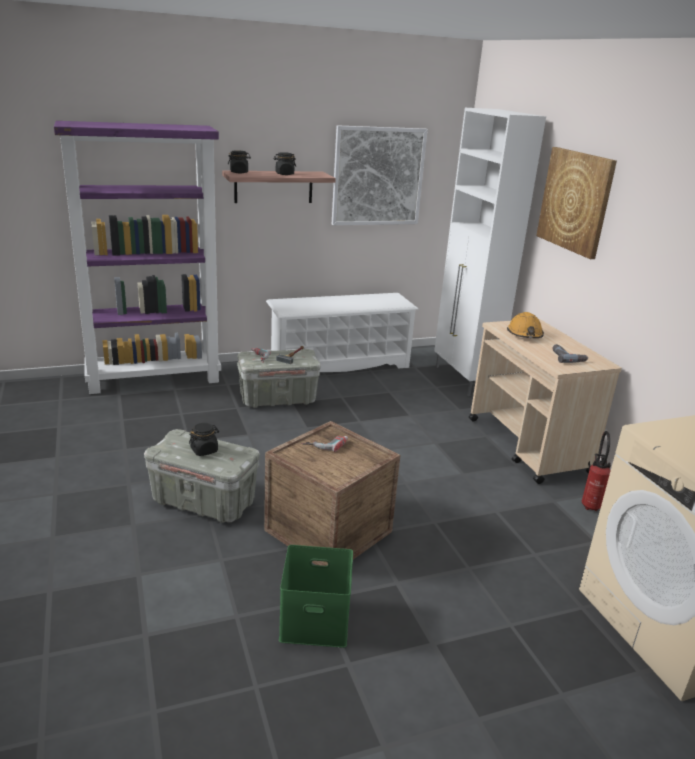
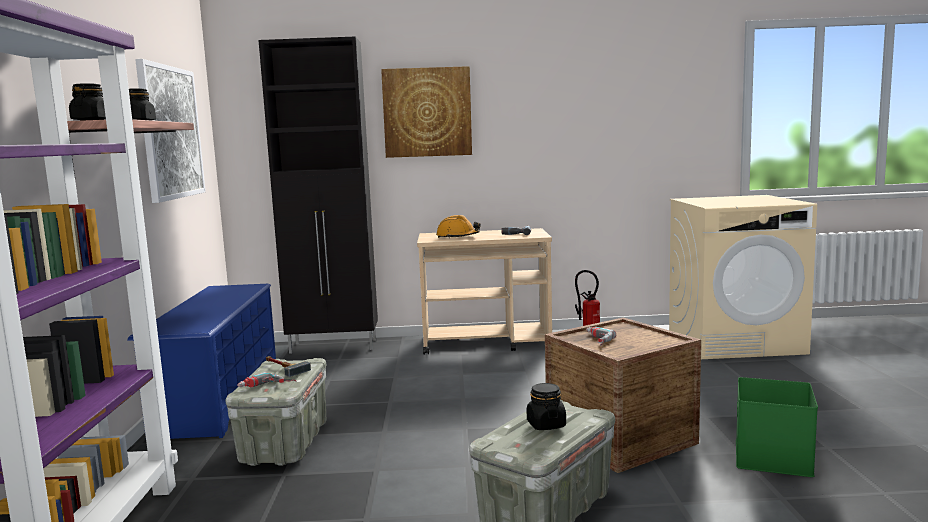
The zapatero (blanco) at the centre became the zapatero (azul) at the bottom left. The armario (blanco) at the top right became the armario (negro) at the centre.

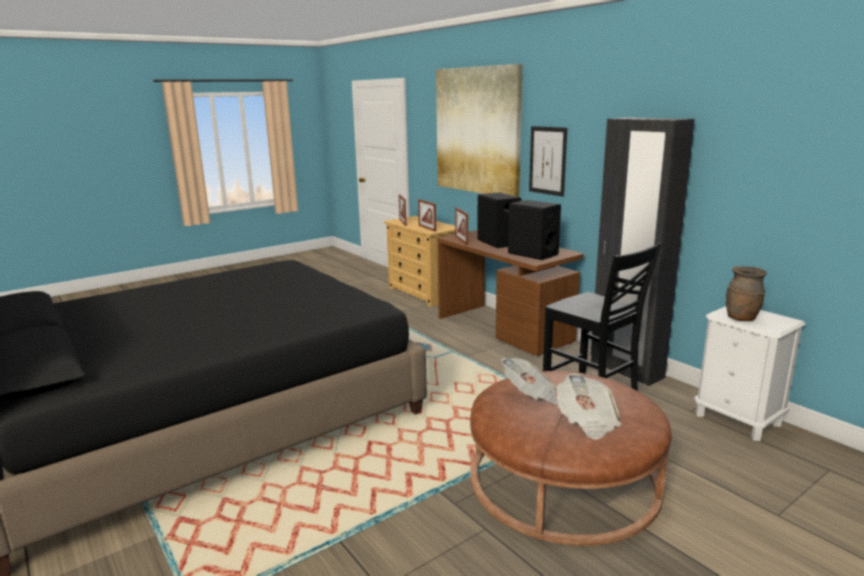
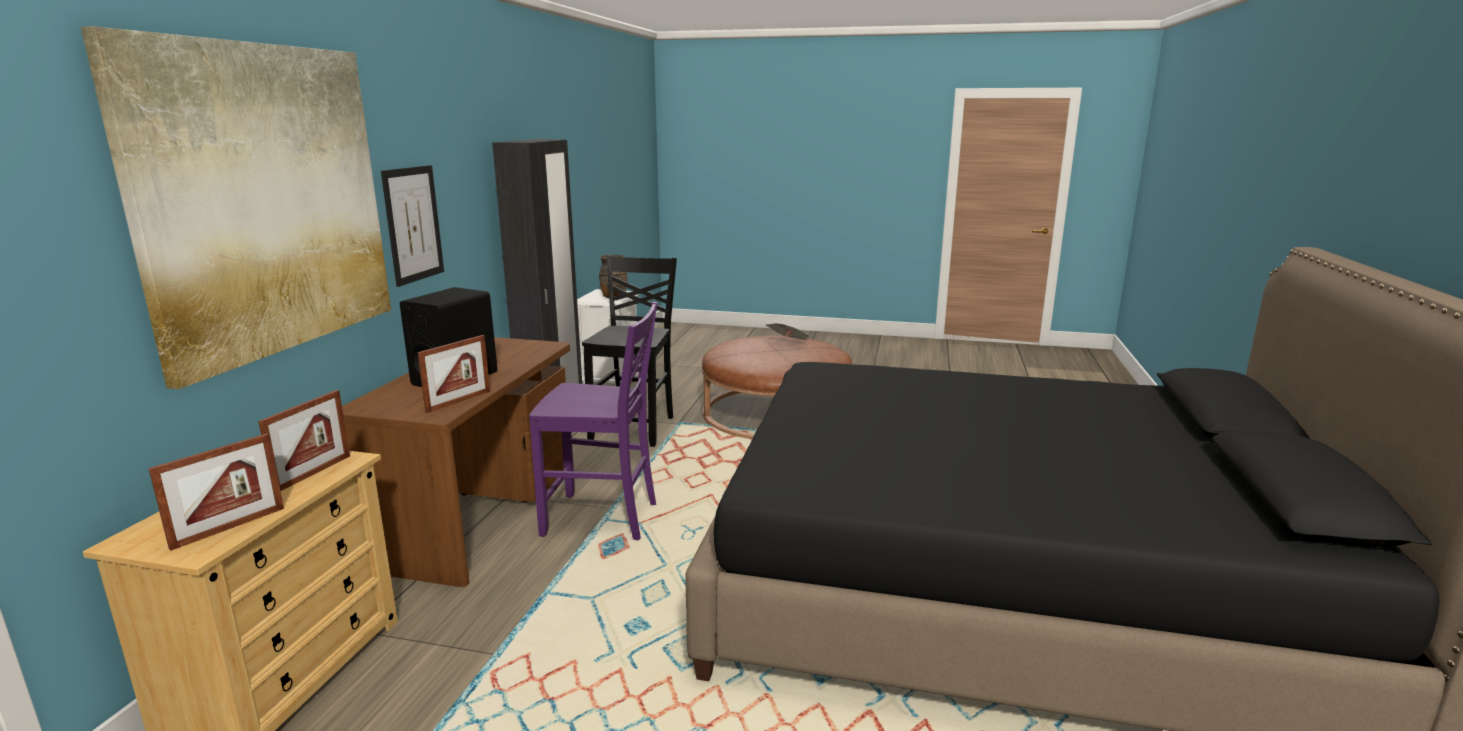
The silla (morado) at the centre appeared. The periódico (1st from left) at the centre disappeared. The altavoz (negro) (2nd from left) at the centre disappeared.

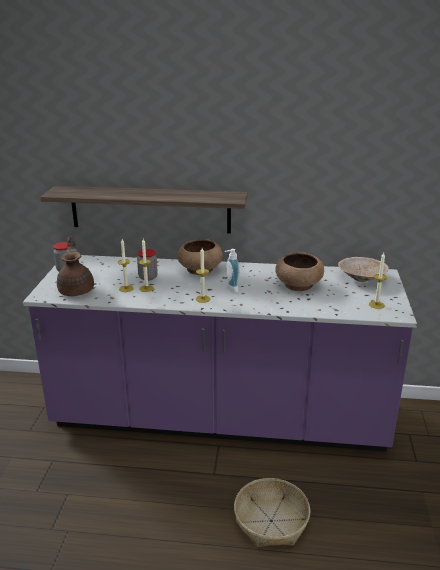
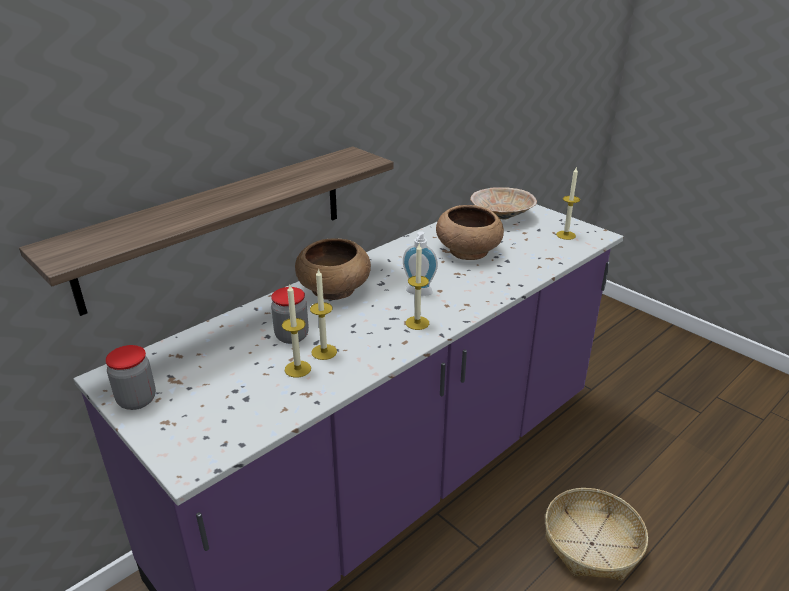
The tetera (marrón) at the middle left disappeared.

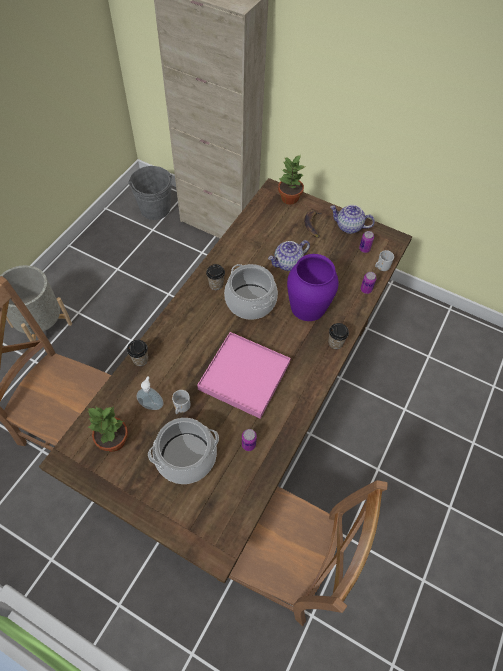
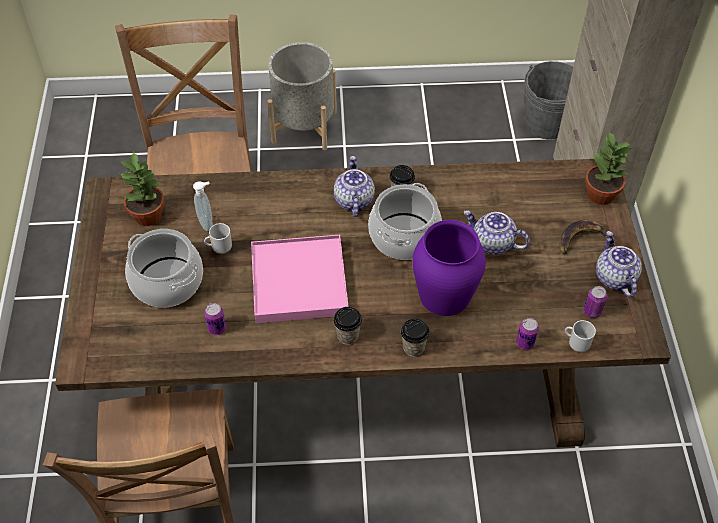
The taza (1st from left) moved from the middle left to the centre. The tetera (1st from left) at the centre appeared.

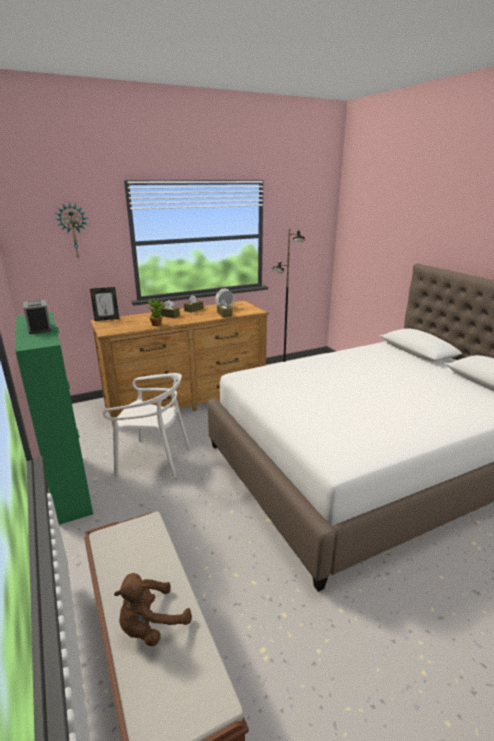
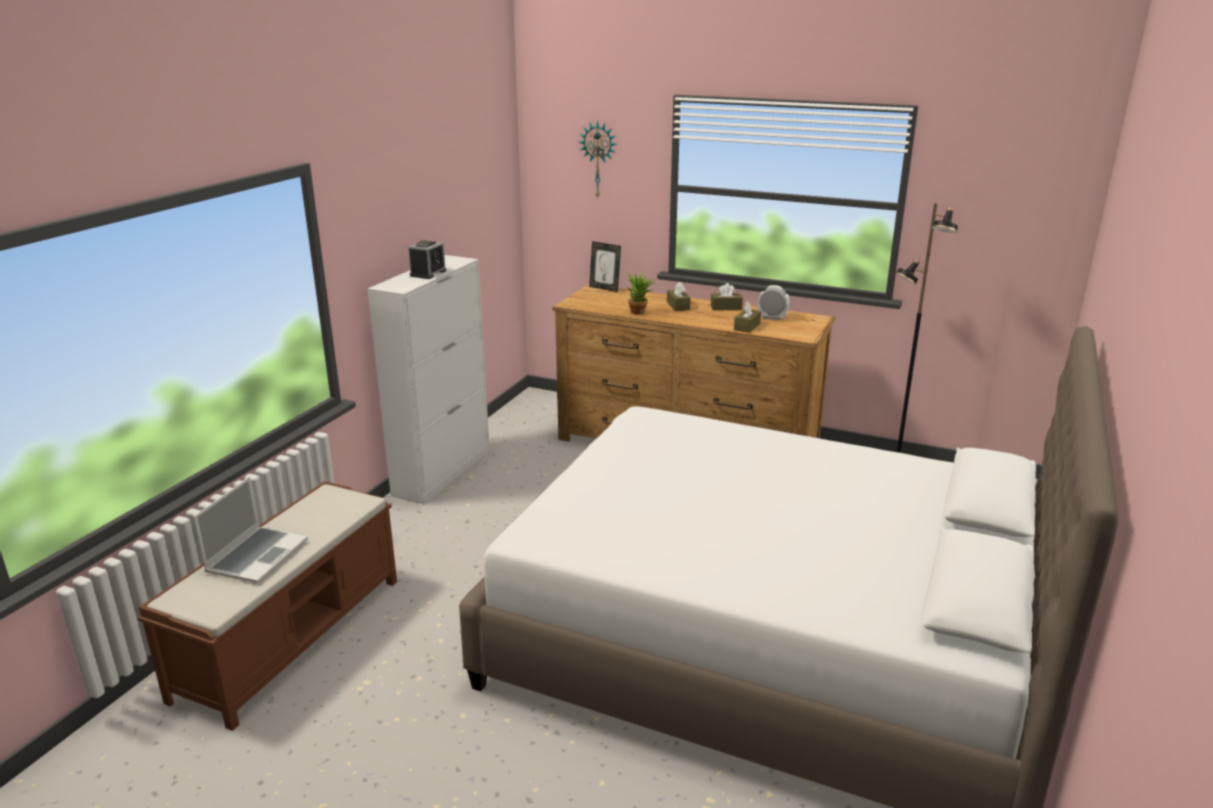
The peluche (marrón) at the bottom left was replaced by the portátil at the middle left. The armario (verde) at the middle left became the armario (blanco) at the centre. The silla (blanco) at the middle left disappeared.

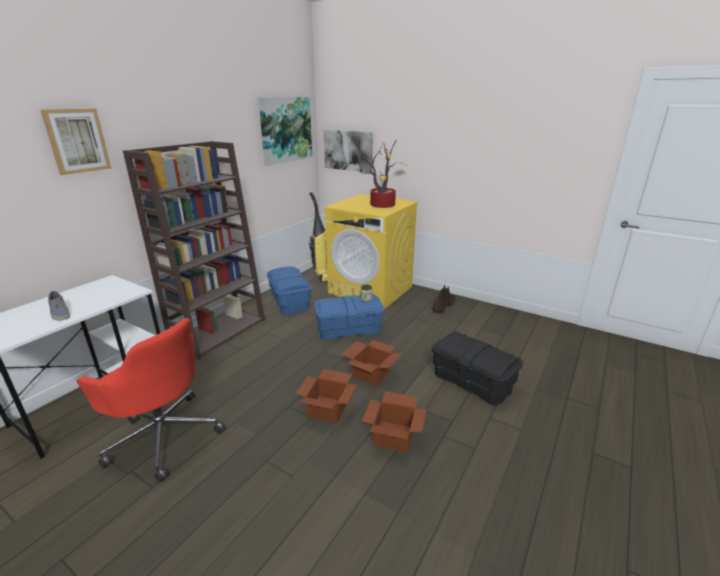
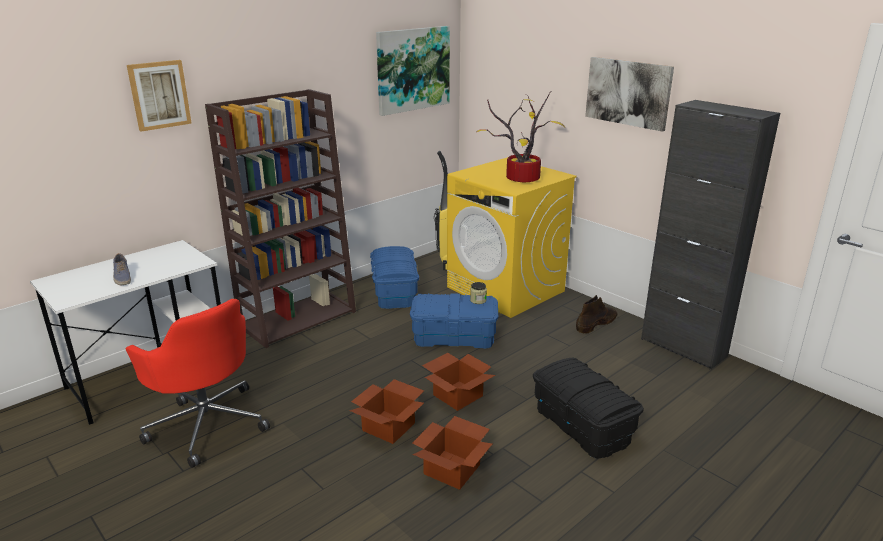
The cuadro (3rd from left) moved from the top centre to the top right. The armario (negro) at the middle right appeared.

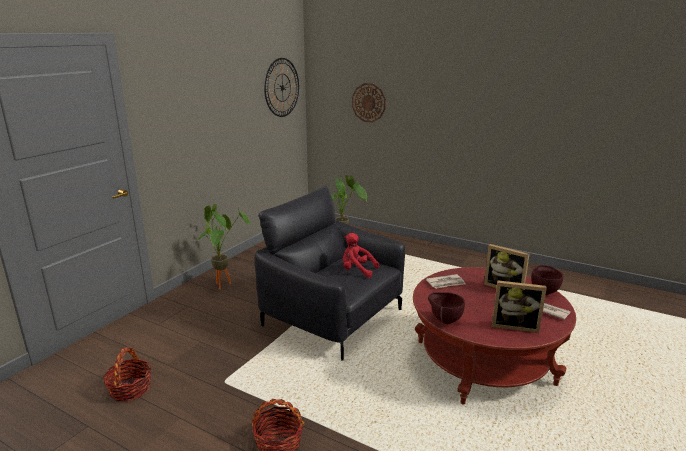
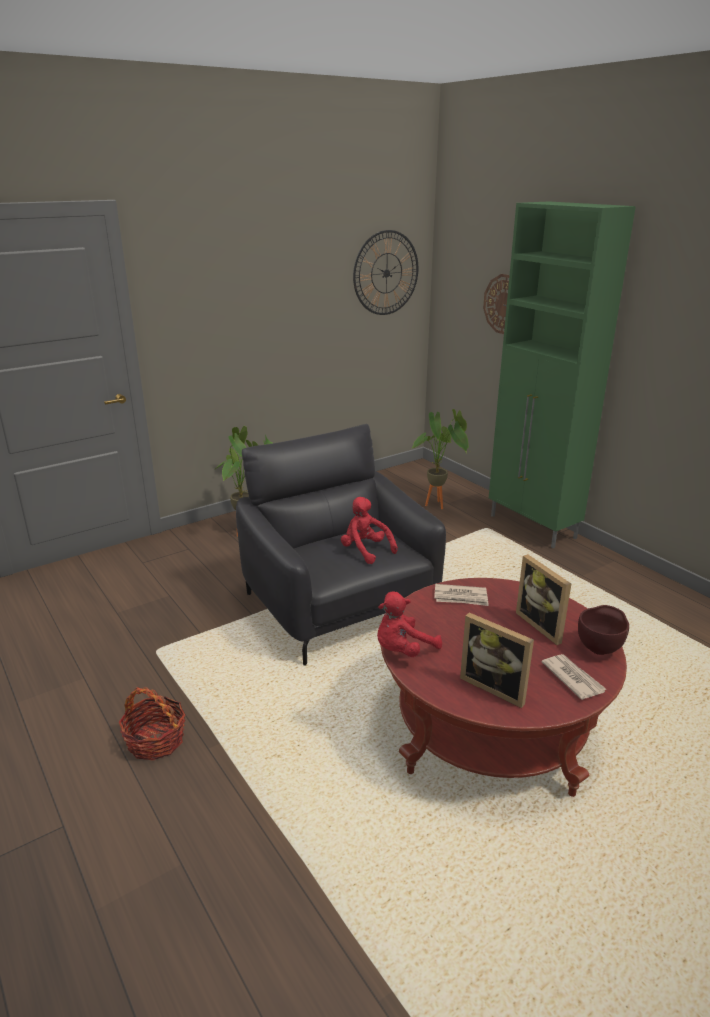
The cuenco (marrón) (1st from left) at the bottom centre was replaced by the peluche (rojo) (2nd from left) at the centre. The armario (verde) at the middle right appeared. The cesta (1st from left) at the bottom left disappeared.

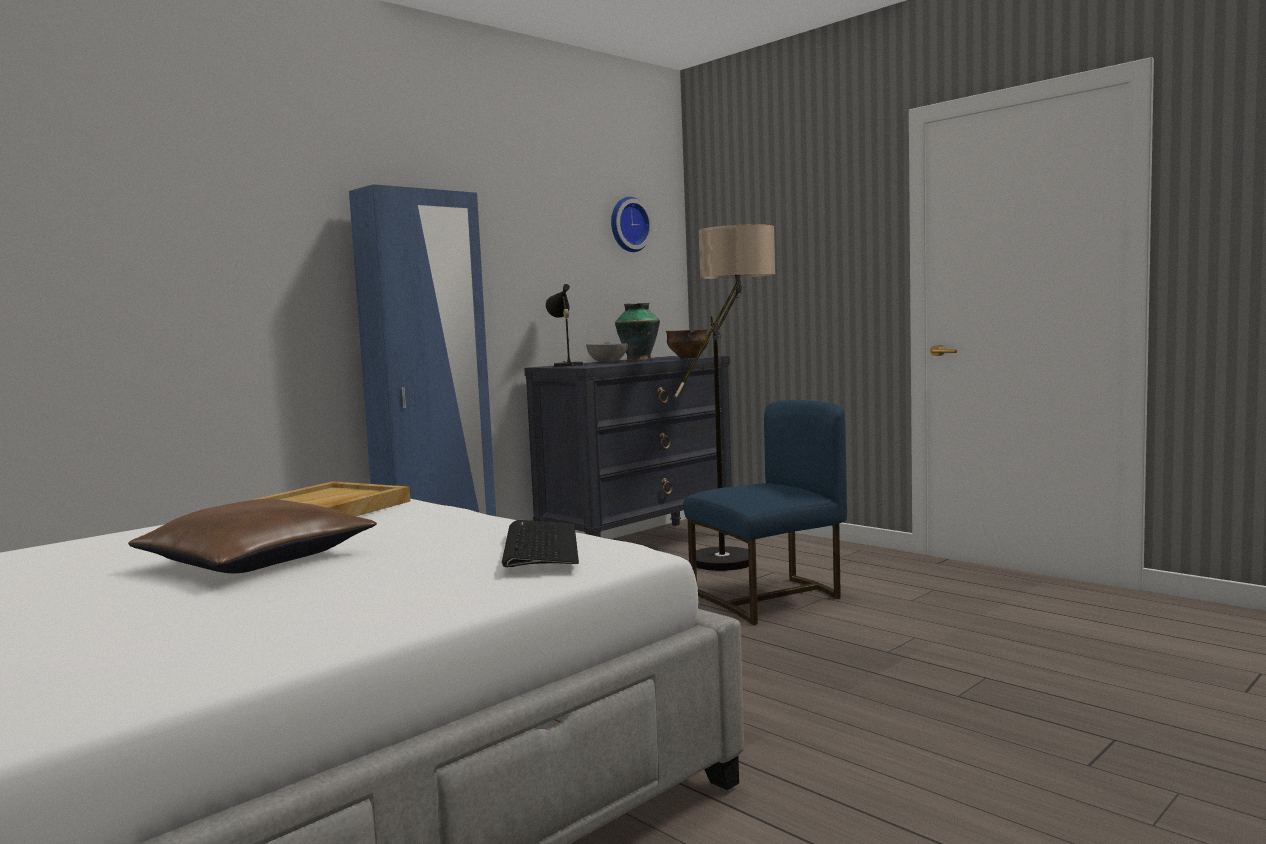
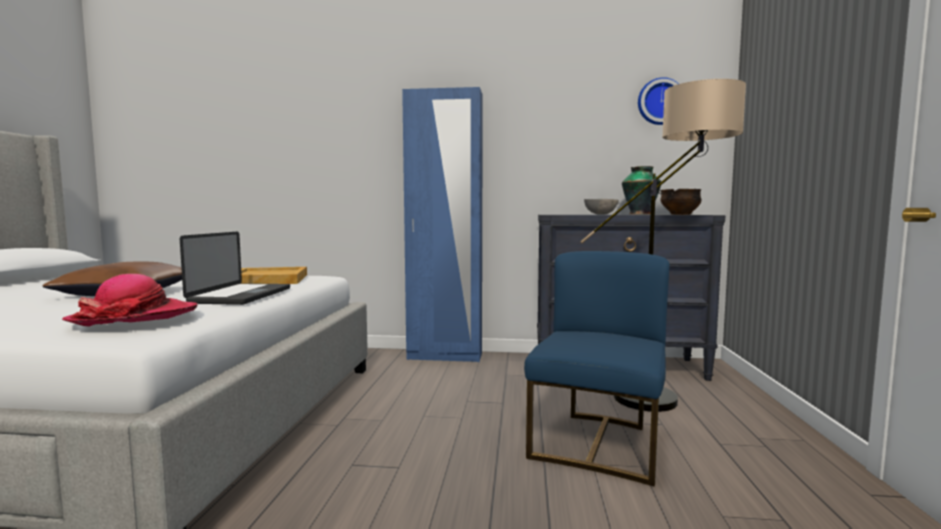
The teclado at the centre was replaced by the sombrero at the middle left. The portátil at the middle left appeared. The silla (azul) at the centre turned 90 degrees counterclockwise. The lámpara de mesa (negro) at the centre disappeared.

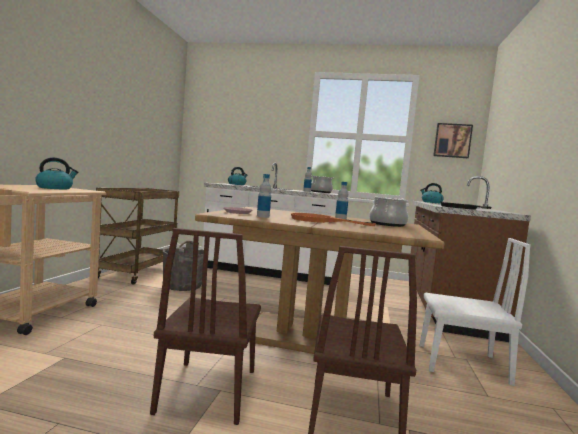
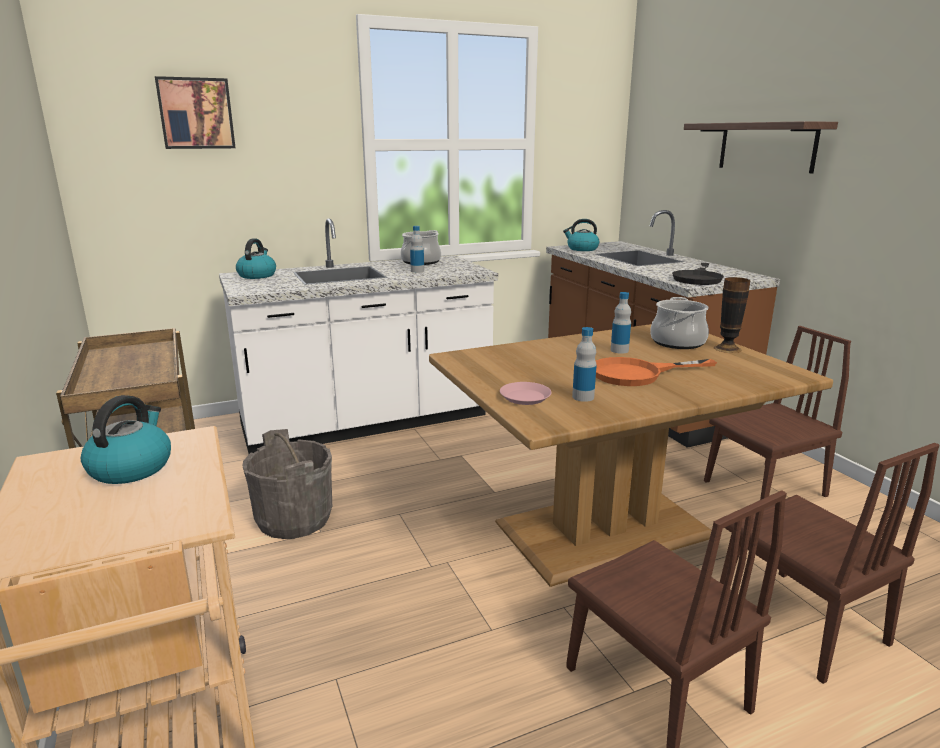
The cuadro moved from the top right to the top left. The estante at the top right appeared. The silla (blanco) at the bottom right became the silla (marrón) (2nd from left) at the middle right. The florero at the middle right appeared.

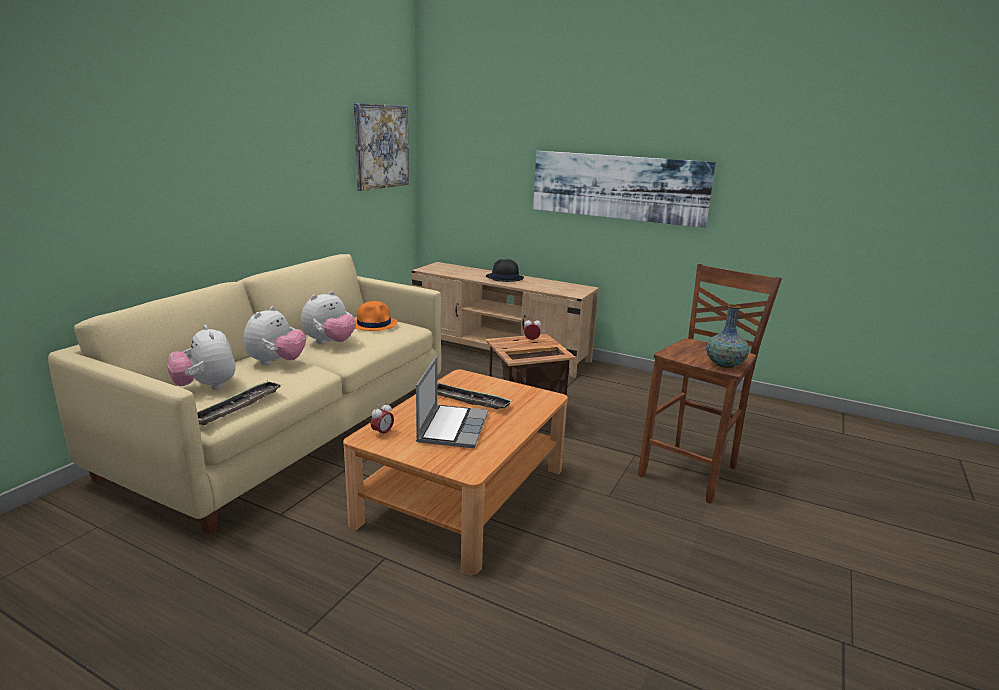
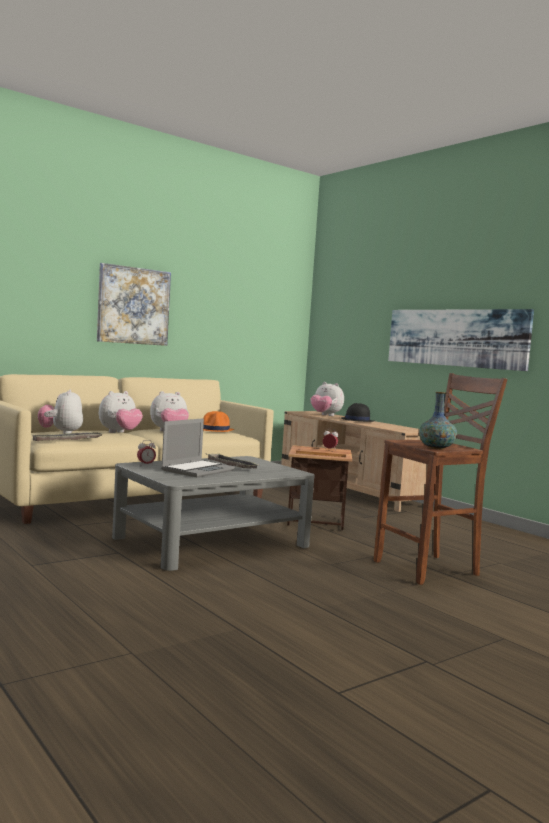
The cuadro (1st from left) moved from the top centre to the middle left. The mesa de centro (marrón) at the bottom centre became the mesa de centro (gris) at the centre. The peluche (4th from left) at the centre appeared.

